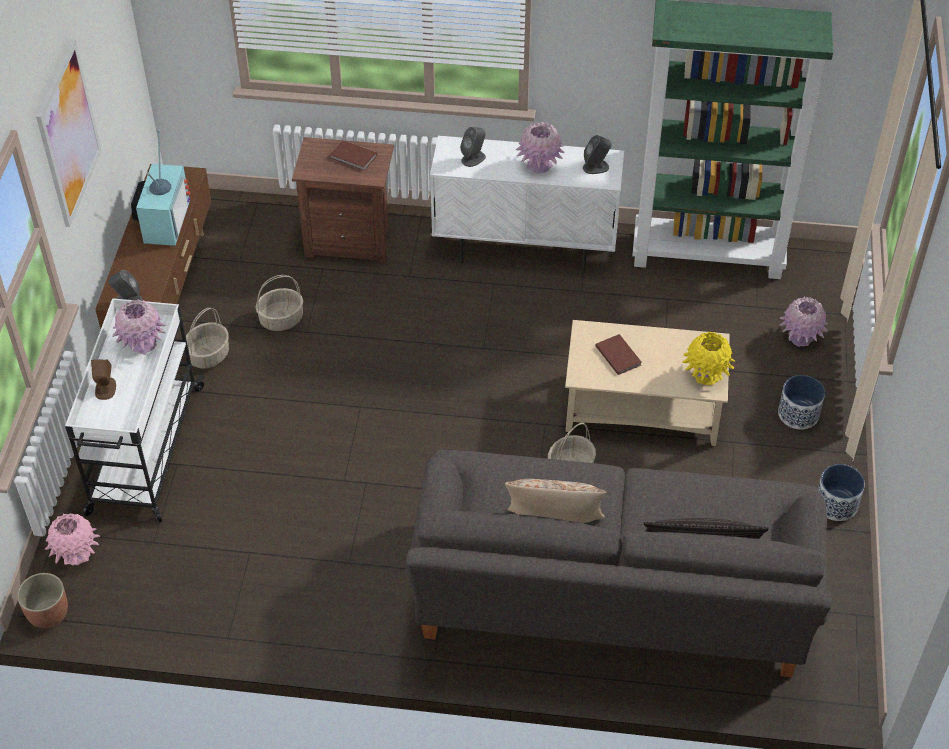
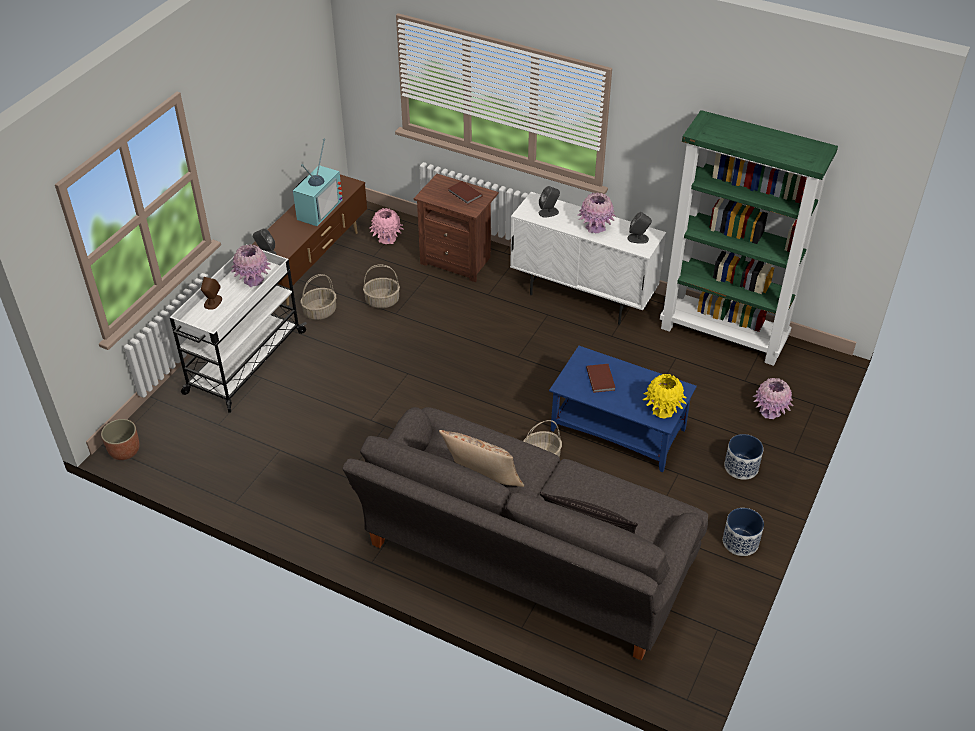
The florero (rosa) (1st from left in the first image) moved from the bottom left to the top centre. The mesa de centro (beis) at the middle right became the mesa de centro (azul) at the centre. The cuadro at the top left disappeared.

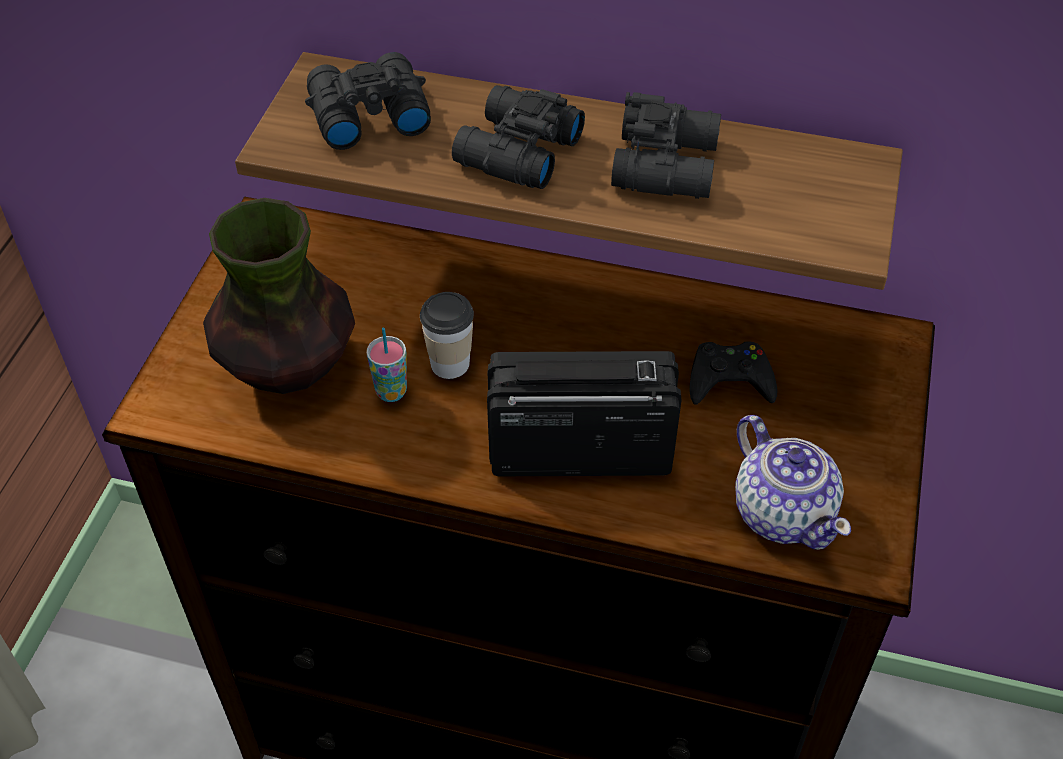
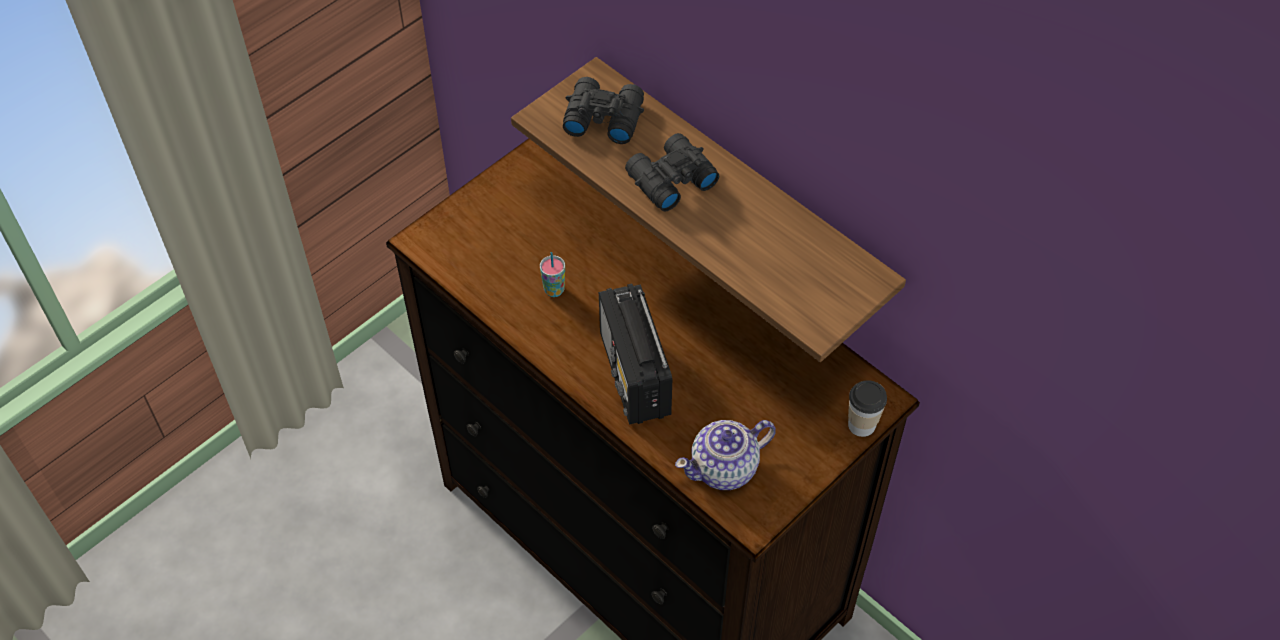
The radio at the centre turned 135 degrees counterclockwise. The tetera at the middle right turned 60 degrees clockwise. The taza (2nd from left) moved from the centre to the middle right. The florero at the middle left disappeared. The prismáticos (negro) (3rd from left) at the top centre disappeared. The mando de consola (negro) at the middle right disappeared.

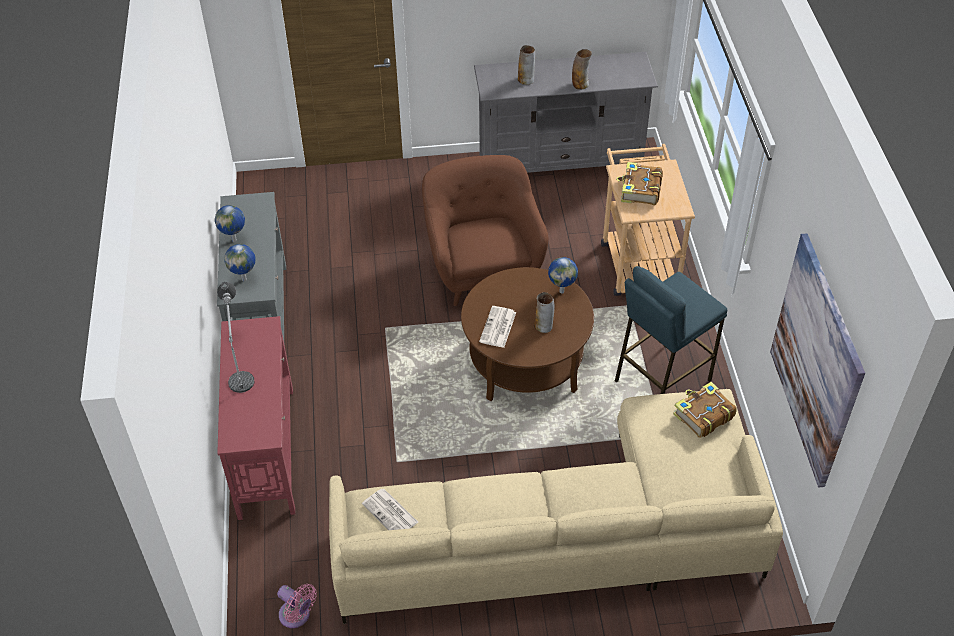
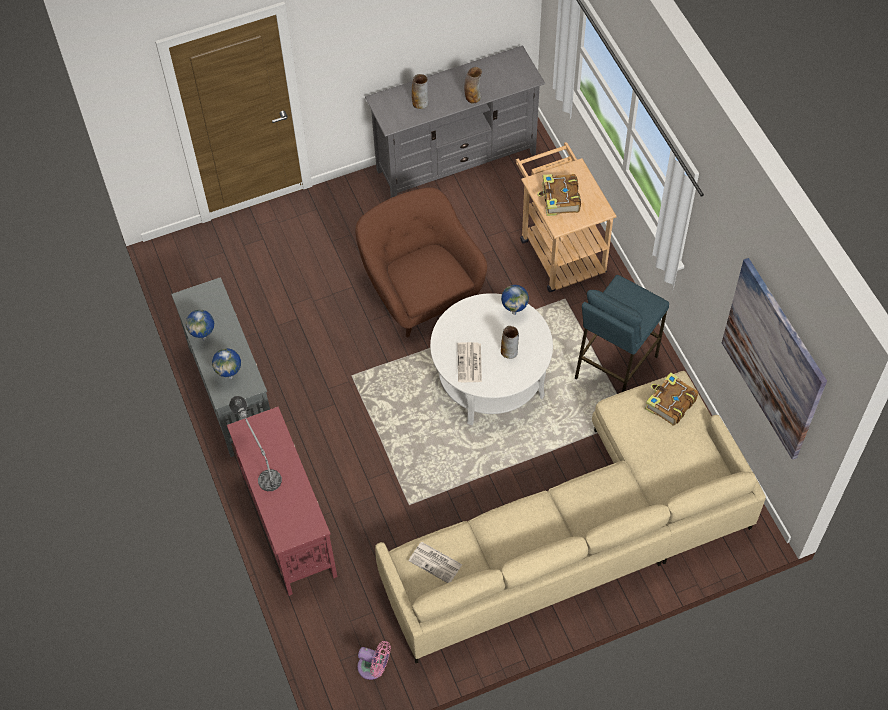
The mesa de centro (marrón) at the centre became the mesa de centro (blanco) at the centre.

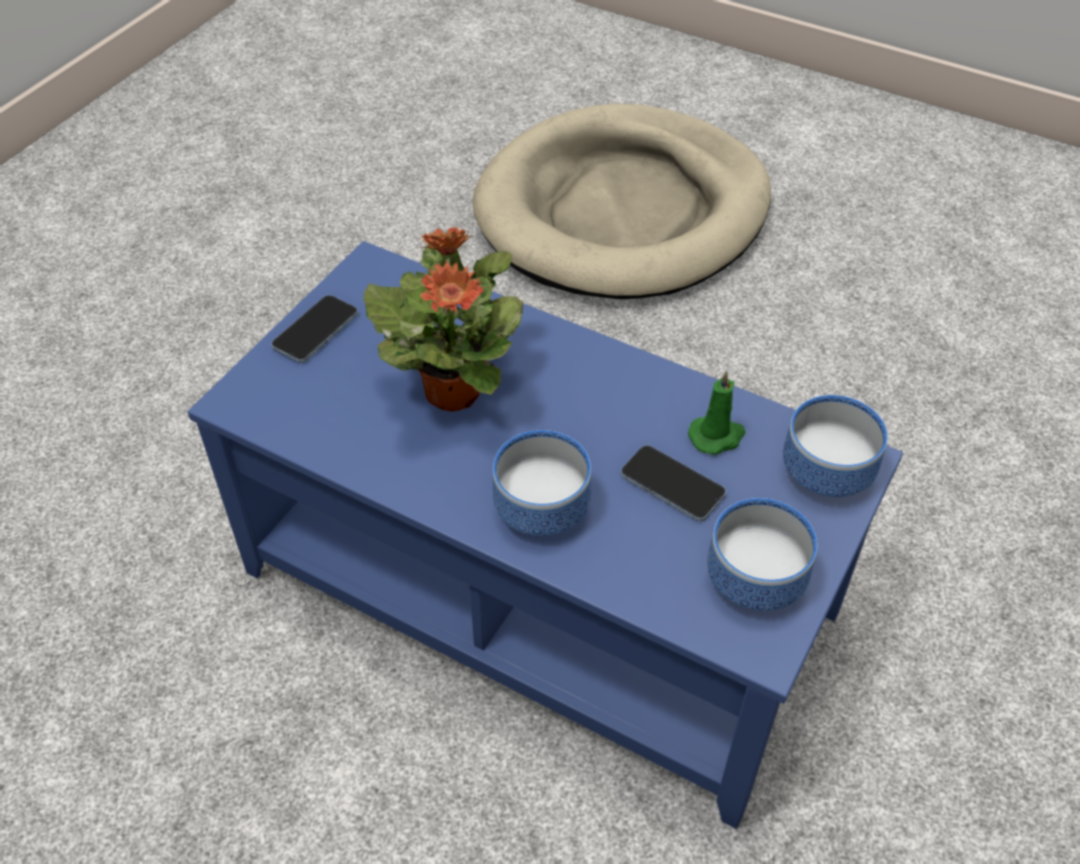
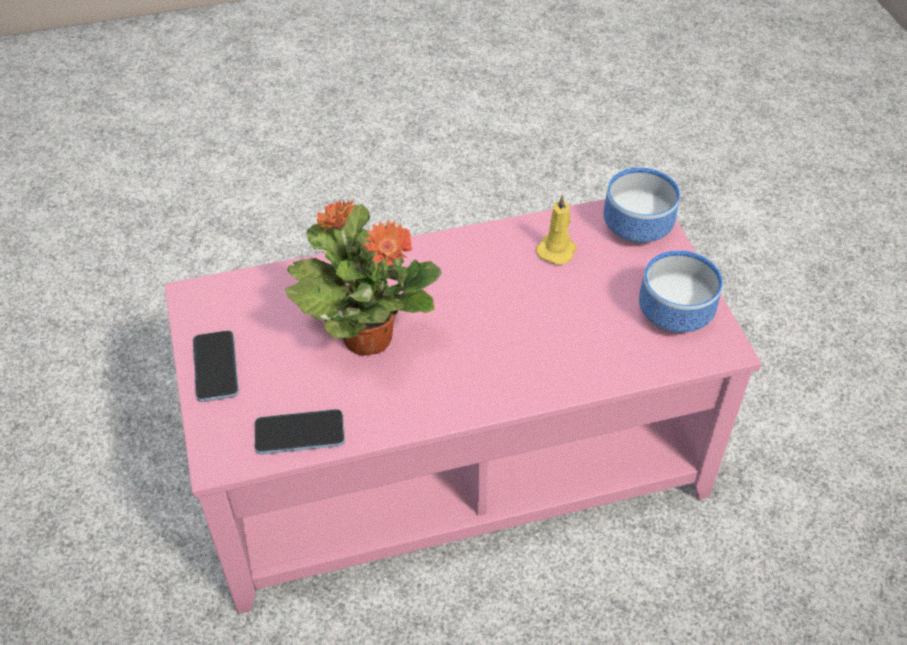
The mesa de centro (azul) at the centre became the mesa de centro (rosa) at the centre. The móvil (2nd from left) moved from the centre to the bottom left. The vela (verde) at the centre became the vela (amarillo) at the centre. The cama para perro (beis) at the top centre disappeared. The cuenco (1st from left) at the centre disappeared.

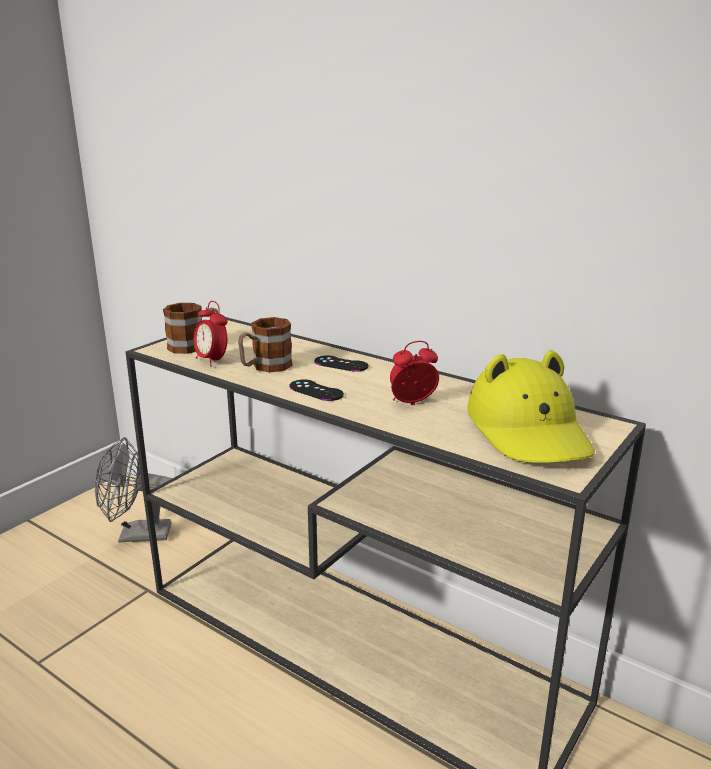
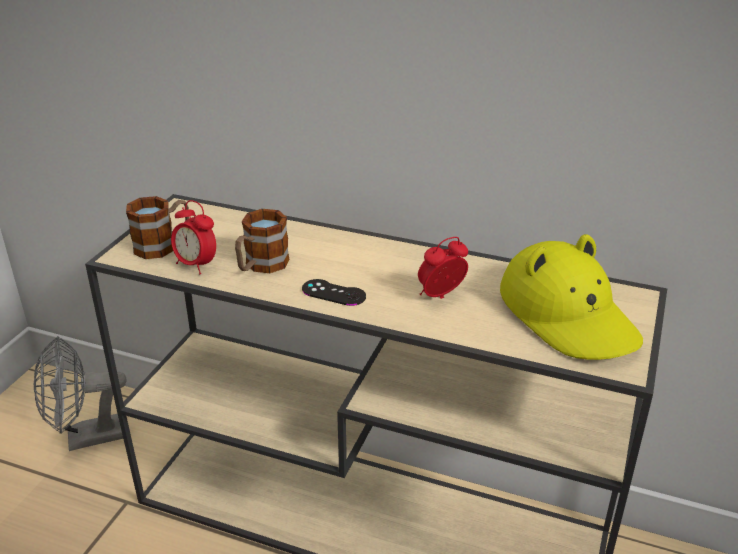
The mando de consola (negro) (2nd from left) at the centre disappeared.

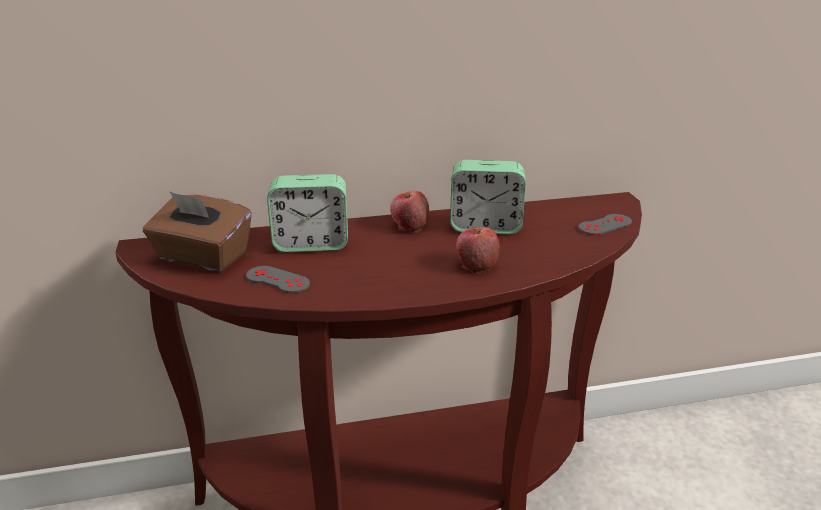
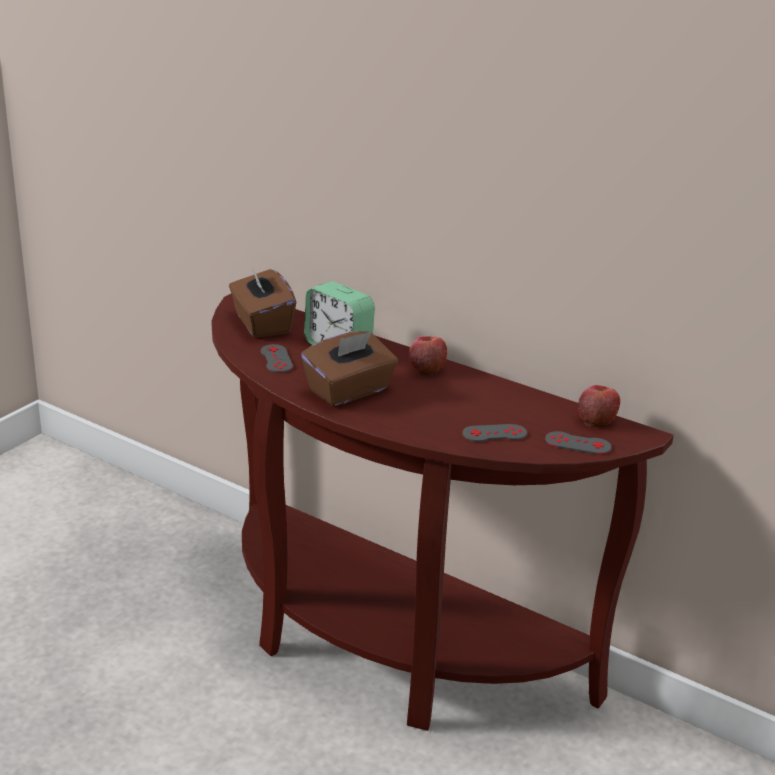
The caja de pañuelos (marrón) (2nd from left) at the centre appeared. The mando de consola (gris) (2nd from left) at the centre appeared. The manzana (2nd from left) moved from the centre to the middle right. The despertador (2nd from left) at the centre disappeared.

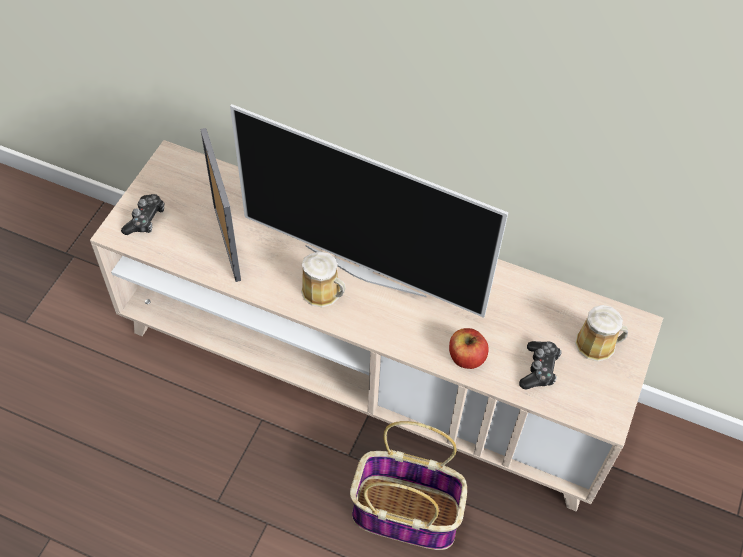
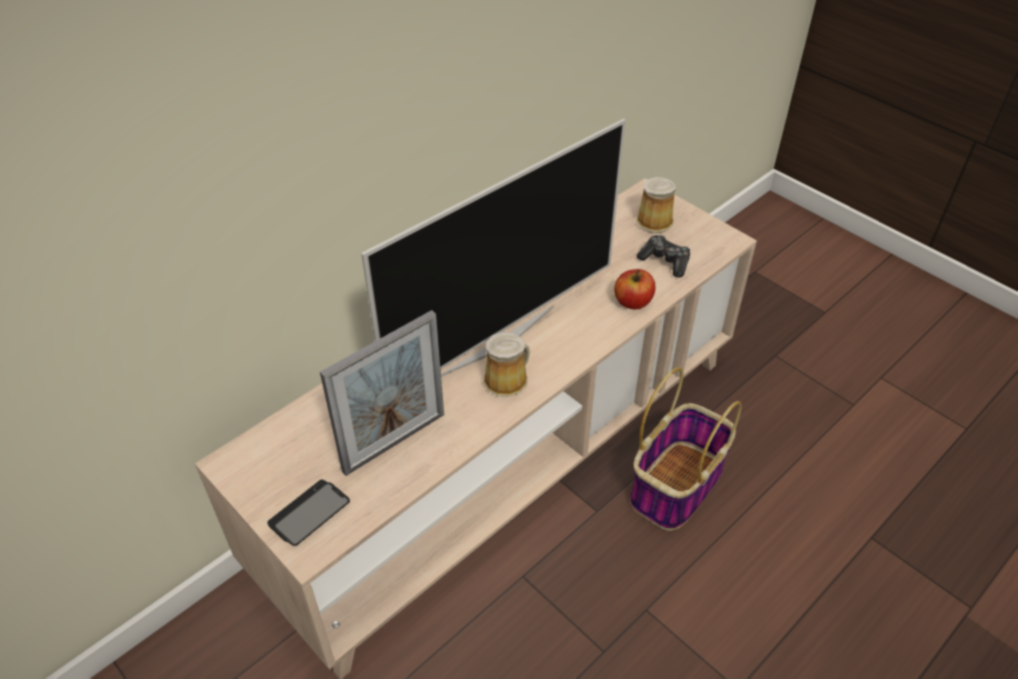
The mando de consola (1st from left) at the middle left was replaced by the móvil at the bottom left. The portarretratos at the middle left turned 135 degrees clockwise.

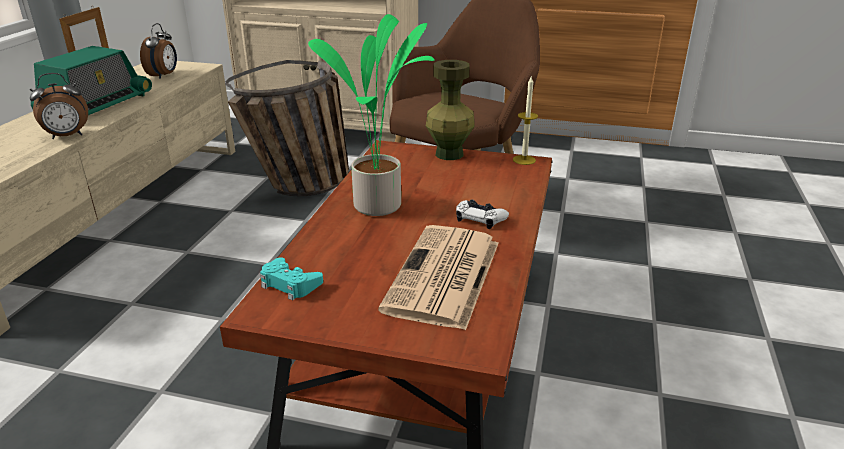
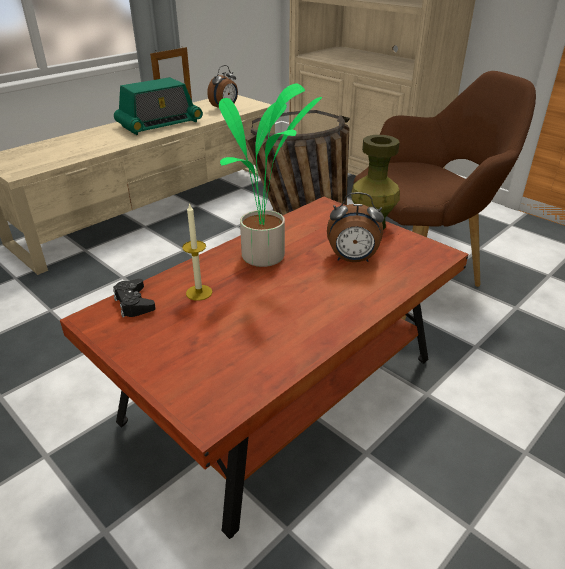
The mando de consola (turquesa) at the centre became the mando de consola (negro) at the middle left. The vela moved from the top centre to the centre. The despertador (1st from left in the first image) moved from the top left to the centre. The periódico at the centre disappeared. The mando de consola (blanco) at the centre disappeared.

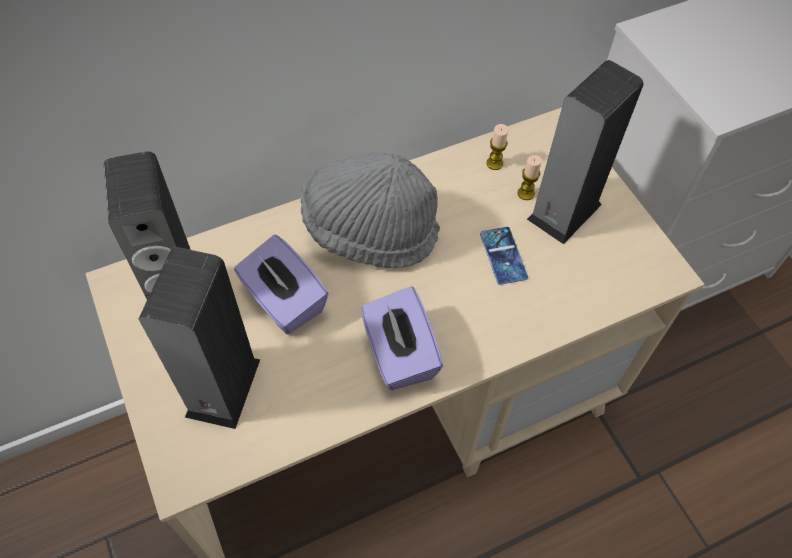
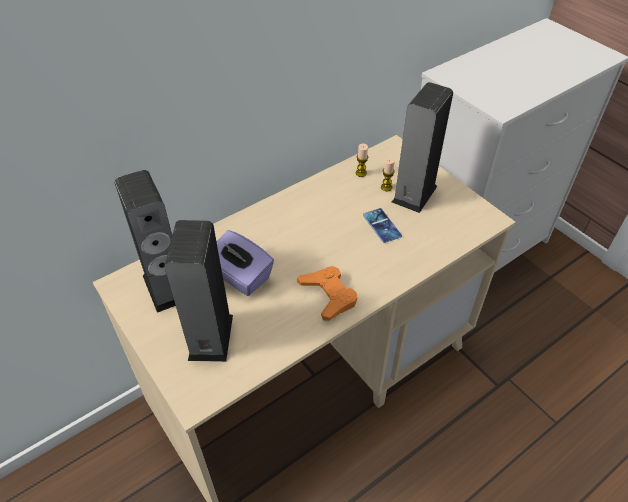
The caja de pañuelos (morado) (2nd from left) at the centre was replaced by the mando de consola (naranja) at the centre. The sombrero (gris) at the centre disappeared.

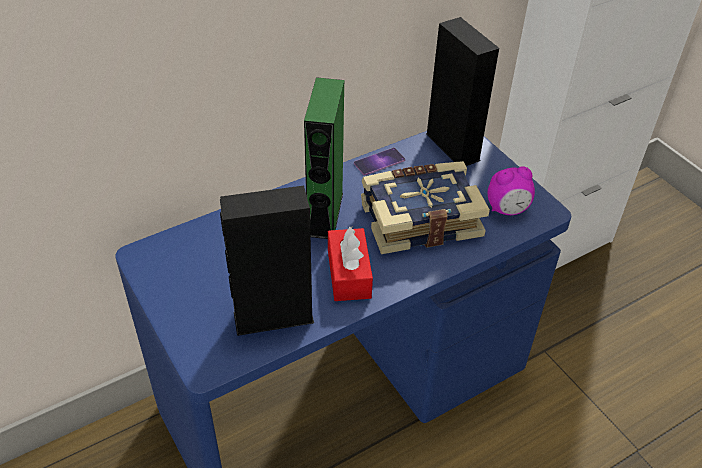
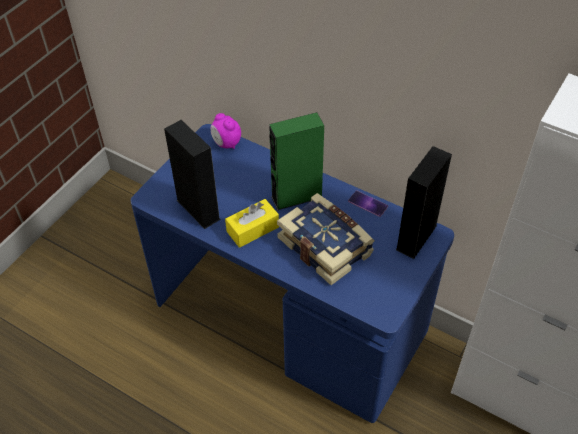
The despertador moved from the middle right to the top centre. The caja de pañuelos (rojo) at the centre became the caja de pañuelos (amarillo) at the centre.

